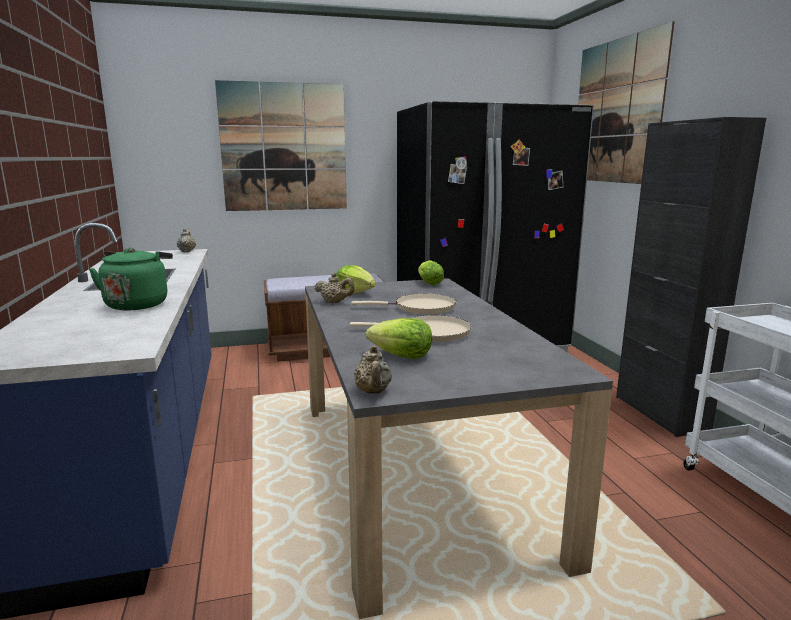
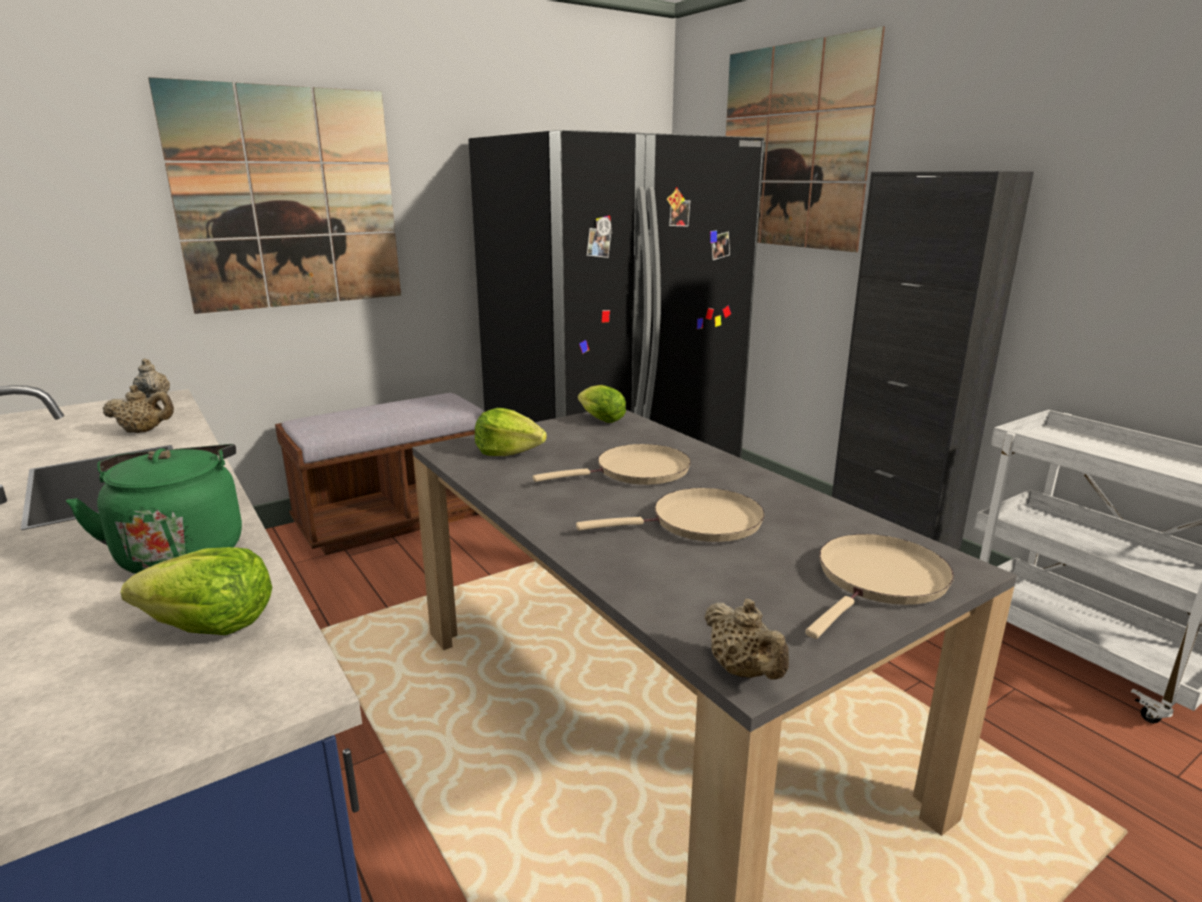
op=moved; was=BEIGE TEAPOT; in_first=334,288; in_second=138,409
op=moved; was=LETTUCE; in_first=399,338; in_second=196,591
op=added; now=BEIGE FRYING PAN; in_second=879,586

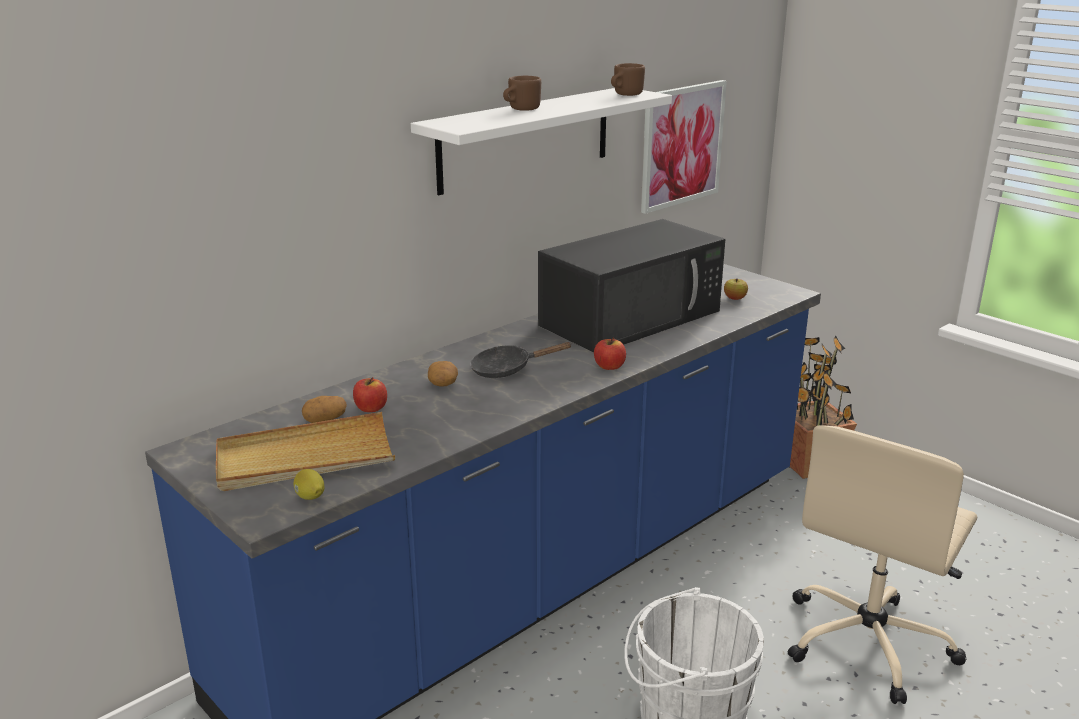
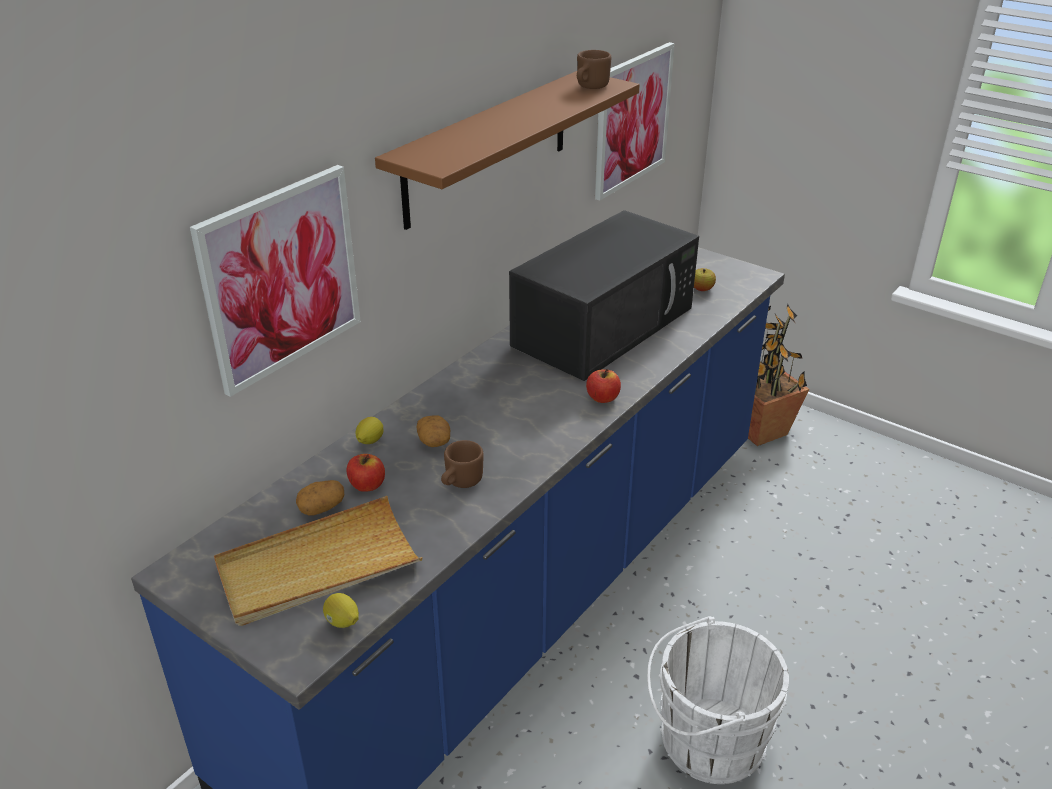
op=added; now=PICTURE; in_second=275,281
op=added; now=LEMON; in_second=369,430
op=recoloured; was=WHITE SHELF; now=BROWN SHELF; in_first=541,141; in_second=507,150
op=moved; was=BROWN MUG; in_first=522,93; in_second=462,464
op=removed; was=BLACK FRYING PAN; in_first=521,360
op=removed; was=BEIGE OFFICE CHAIR; in_first=882,565

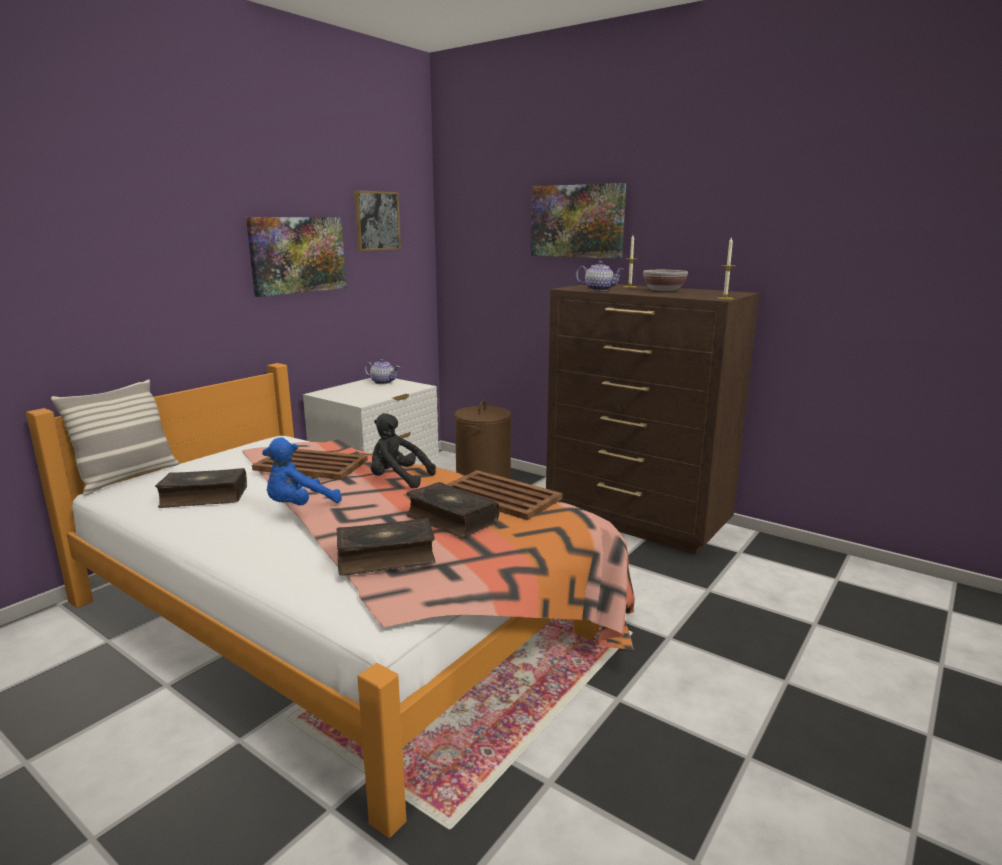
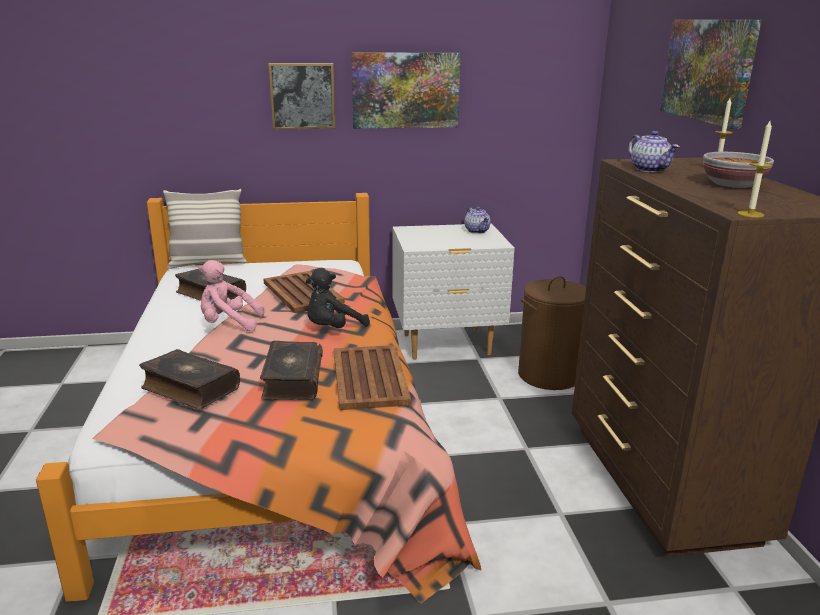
op=recoloured; was=BLUE PLUSH TOY; now=PINK PLUSH TOY; in_first=302,471; in_second=231,295
op=moved; was=PICTURE; in_first=377,220; in_second=302,96
op=turned; was=BLACK PLUSH TOY; in_first=403,450; in_second=338,298; clockwise=-105

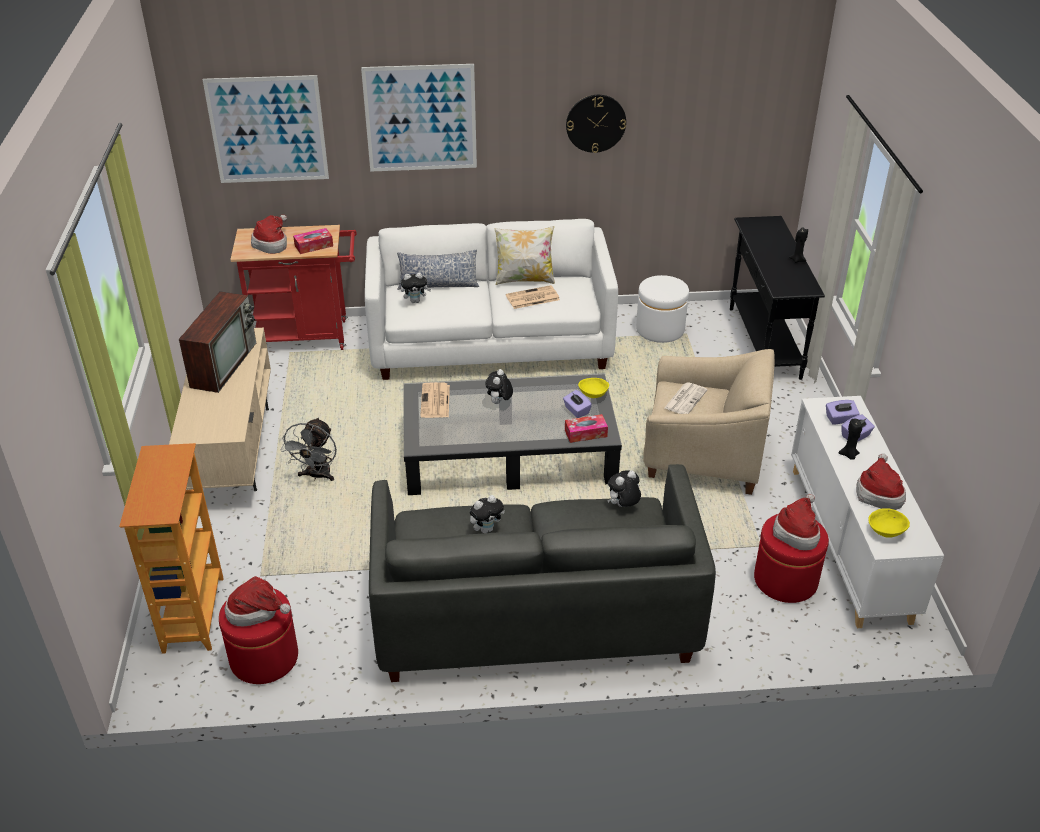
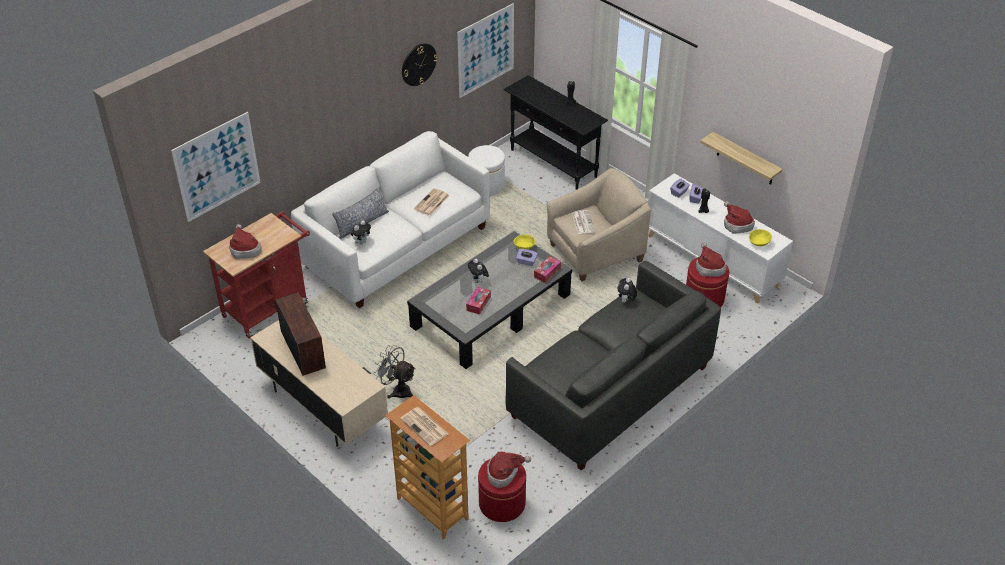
op=turned; was=GREY FAN; in_first=308,449; in_second=394,372; clockwise=150
op=moved; was=NEWSPAPER; in_first=435,400; in_second=424,426
op=moved; was=PICTURE; in_first=419,118; in_second=485,50
op=moved; was=TISSUE BOX; in_first=313,241; in_second=478,301
op=added; now=SHELF; in_second=741,158
op=removed; was=PLUSH TOY; in_first=487,514
op=removed; was=PILLOW; in_first=524,255

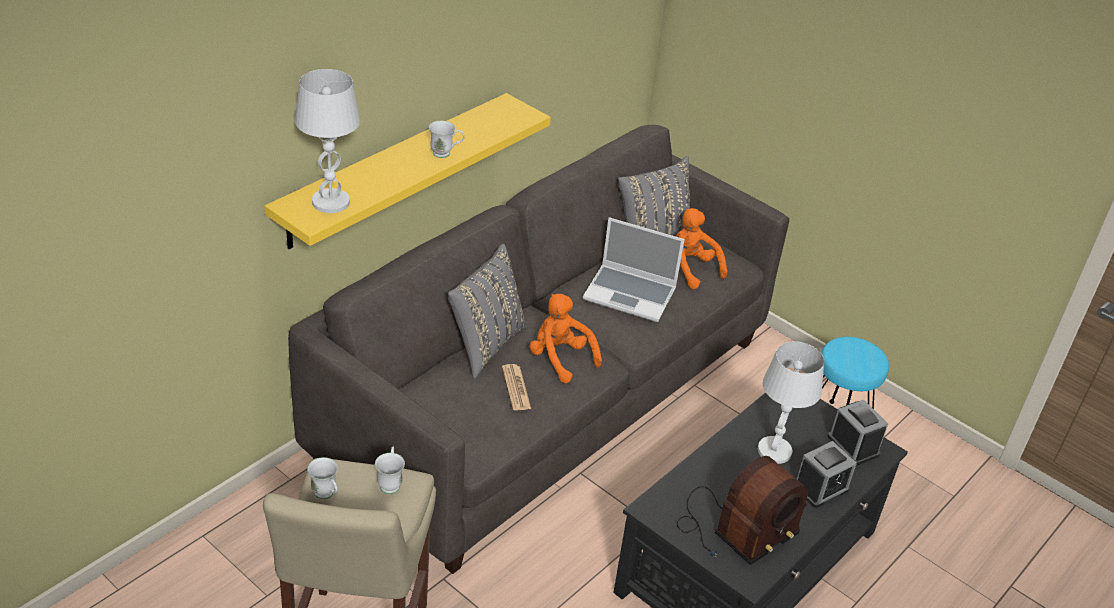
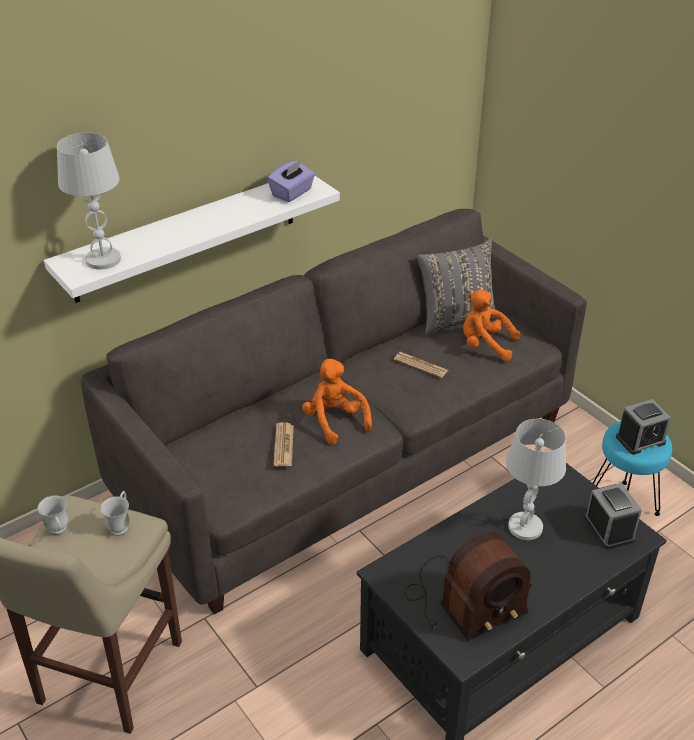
op=recoloured; was=YELLOW SHELF; now=WHITE SHELF; in_first=407,171; in_second=192,239
op=added; now=PURPLE TISSUE BOX; in_second=291,181
op=replaced; was=LAPTOP; now=NEWSPAPER; in_first=634,269; in_second=421,365
op=turned; was=ORANGE PLUSH TOY; in_first=702,248; in_second=491,325; clockwise=-45
op=moved; was=ALARM CLOCK; in_first=827,474; in_second=643,427
op=removed; was=WHITE MUG; in_first=447,139
op=removed; was=GREY PILLOW; in_first=487,311

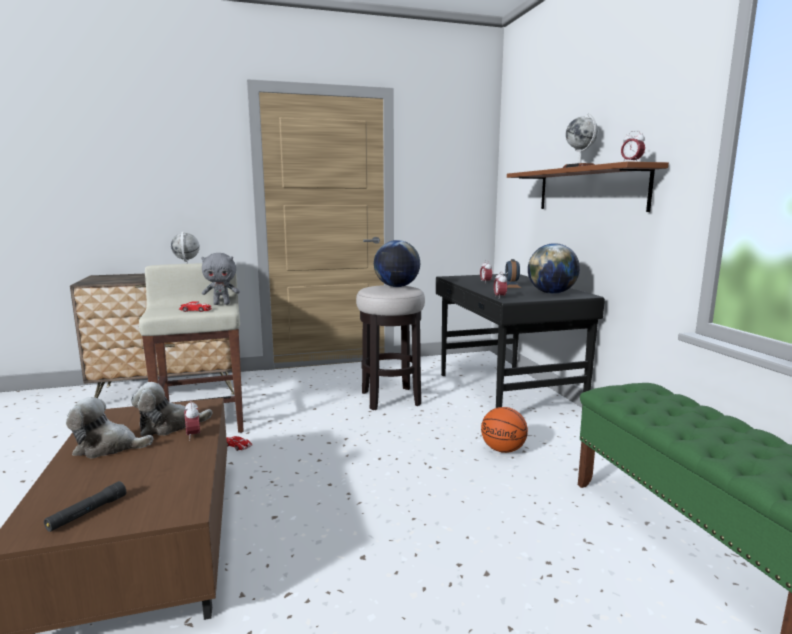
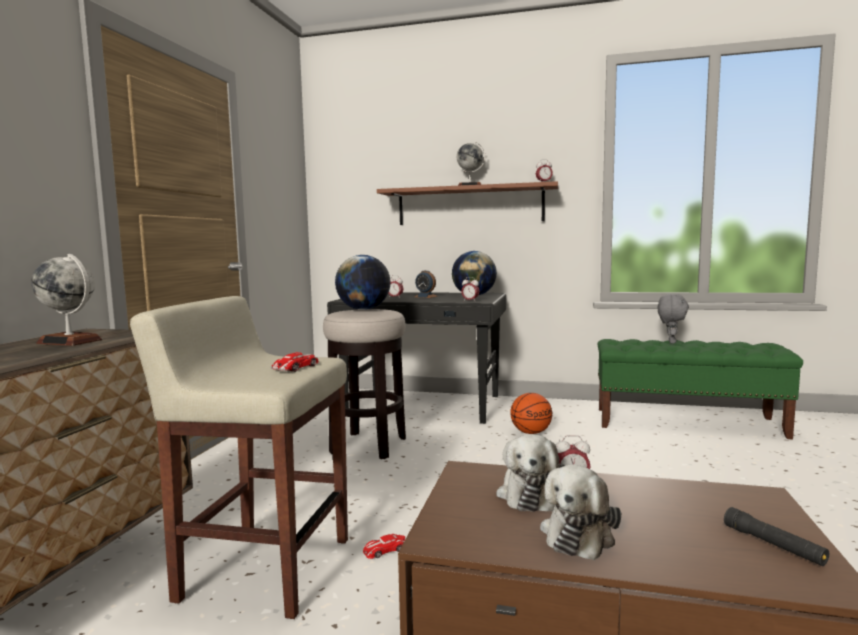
op=moved; was=GREY PLUSH TOY; in_first=220,279; in_second=673,319

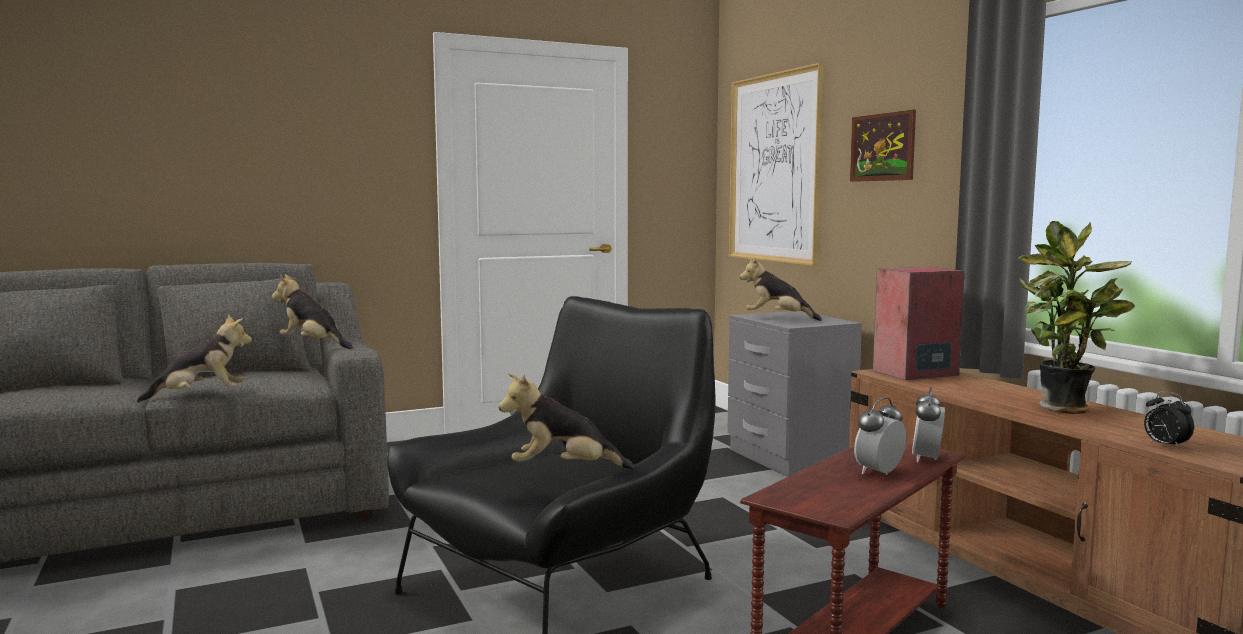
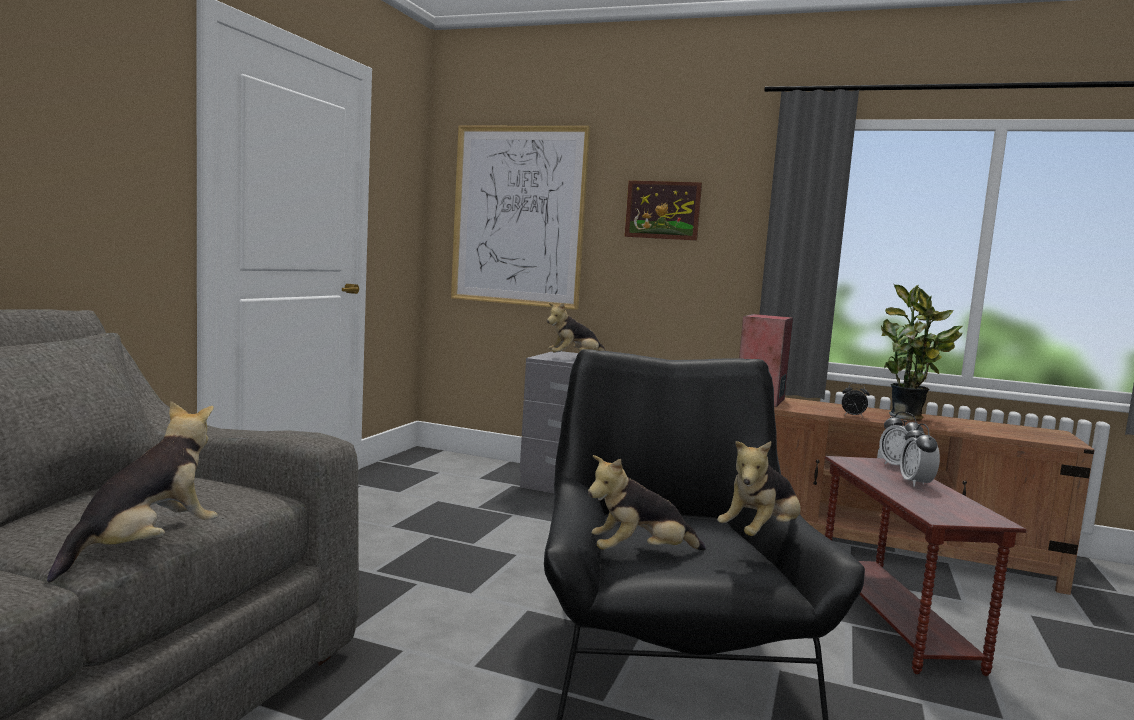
op=moved; was=PLUSH TOY; in_first=312,312; in_second=647,503
op=moved; was=ALARM CLOCK; in_first=1169,420; in_second=856,400

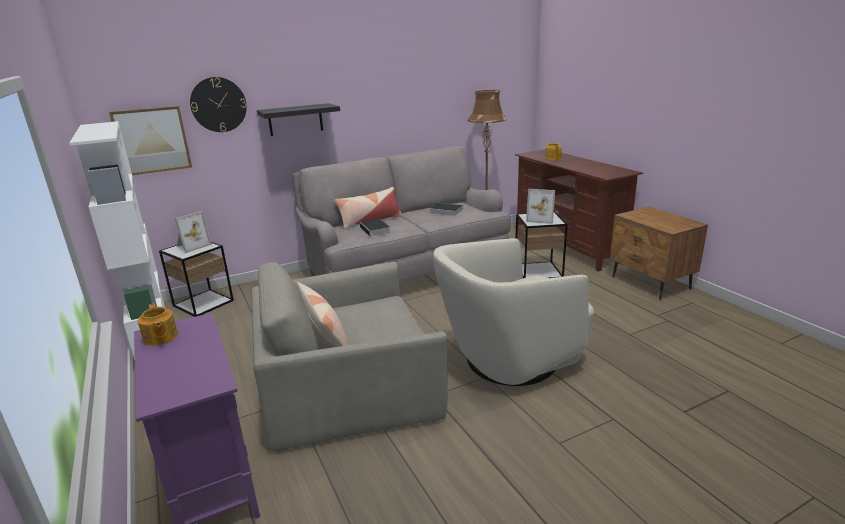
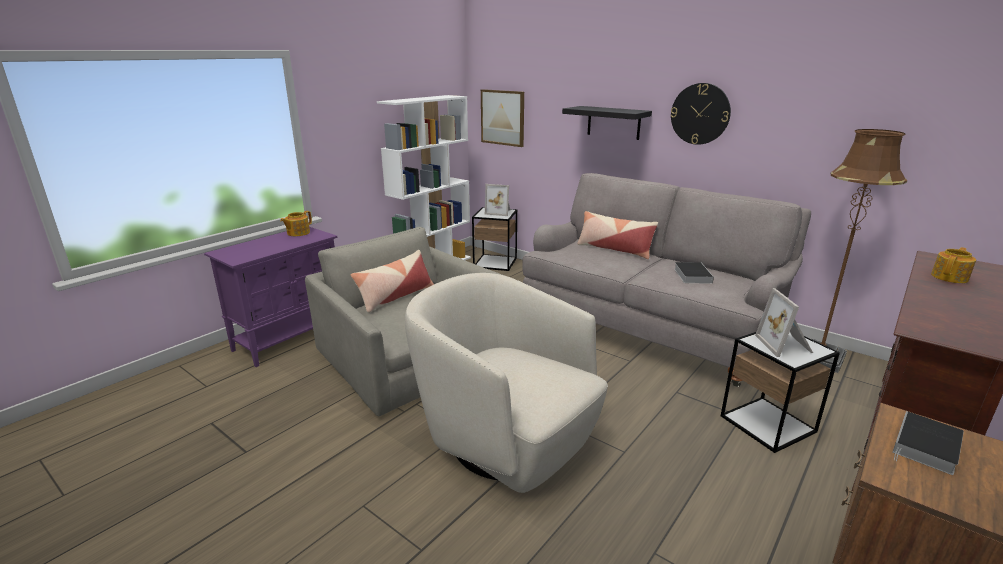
op=moved; was=WALL CLOCK; in_first=218,104; in_second=701,114
op=moved; was=BOOK; in_first=375,227; in_second=928,443

